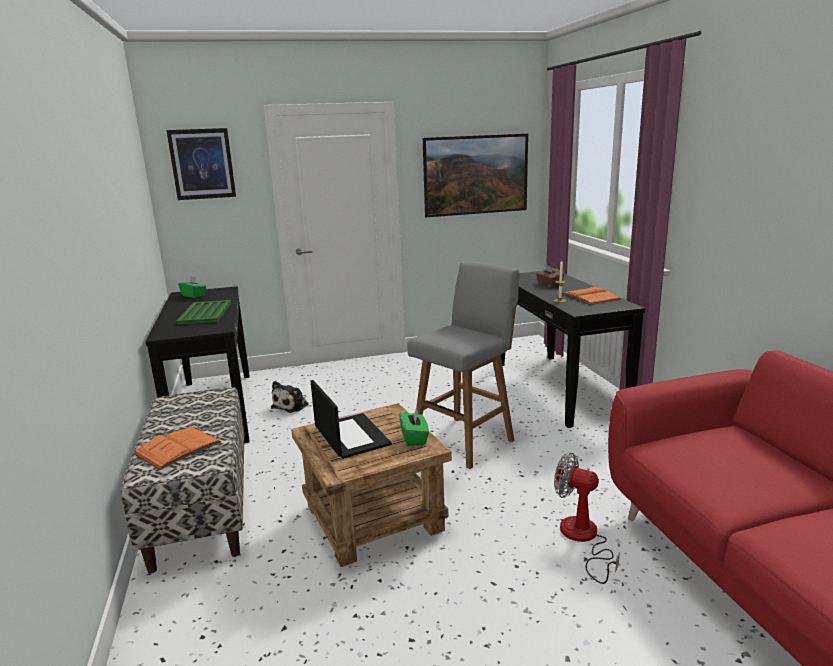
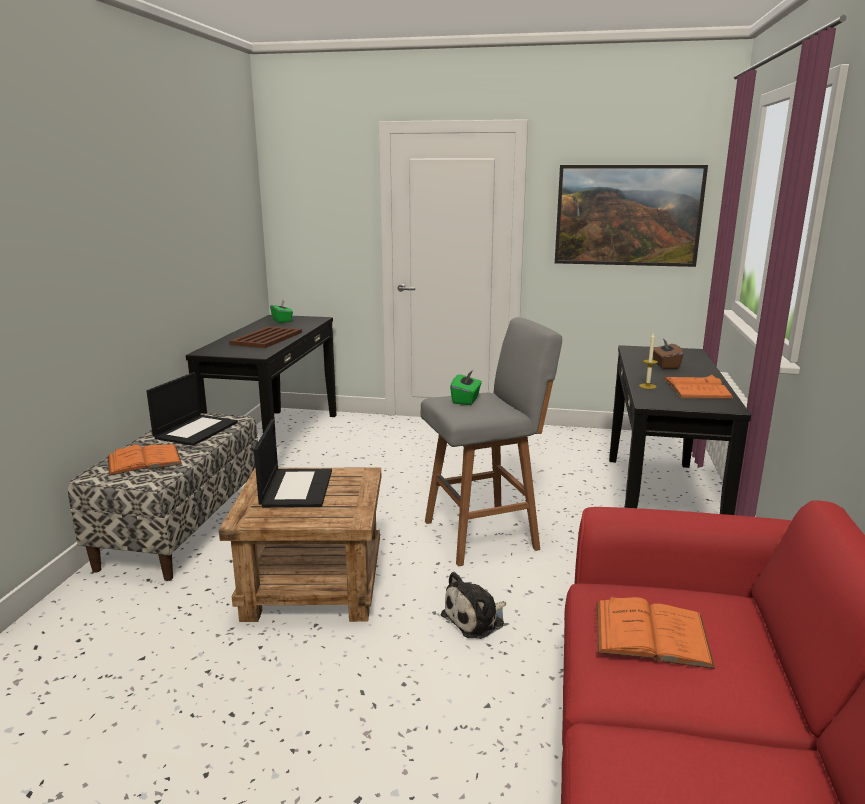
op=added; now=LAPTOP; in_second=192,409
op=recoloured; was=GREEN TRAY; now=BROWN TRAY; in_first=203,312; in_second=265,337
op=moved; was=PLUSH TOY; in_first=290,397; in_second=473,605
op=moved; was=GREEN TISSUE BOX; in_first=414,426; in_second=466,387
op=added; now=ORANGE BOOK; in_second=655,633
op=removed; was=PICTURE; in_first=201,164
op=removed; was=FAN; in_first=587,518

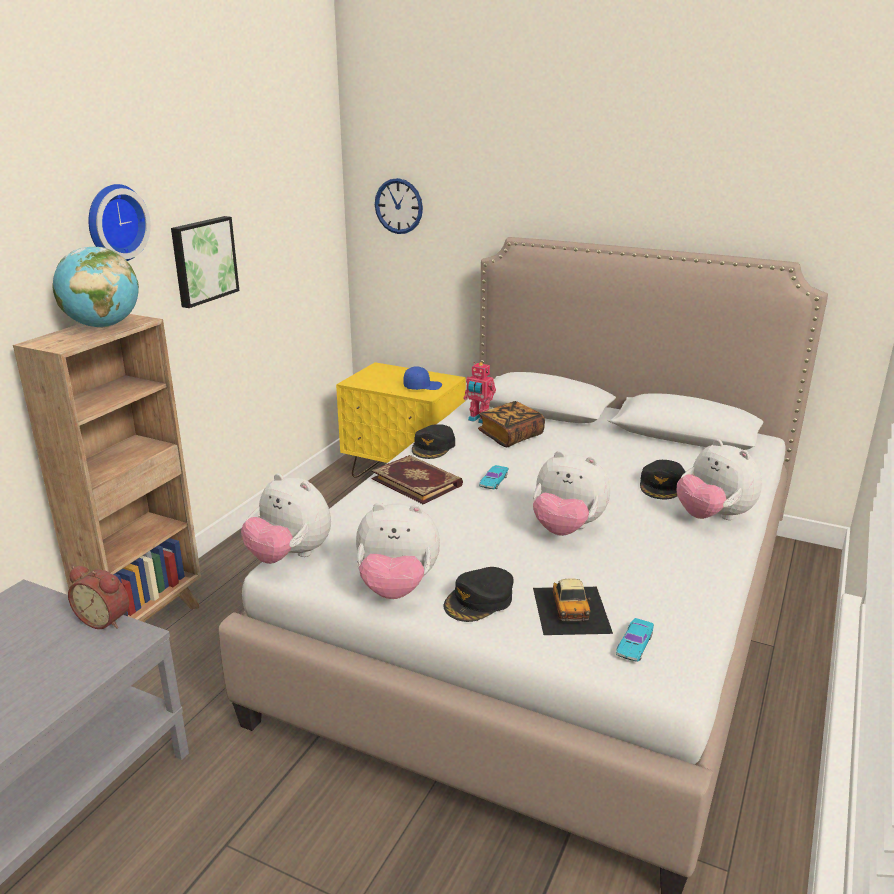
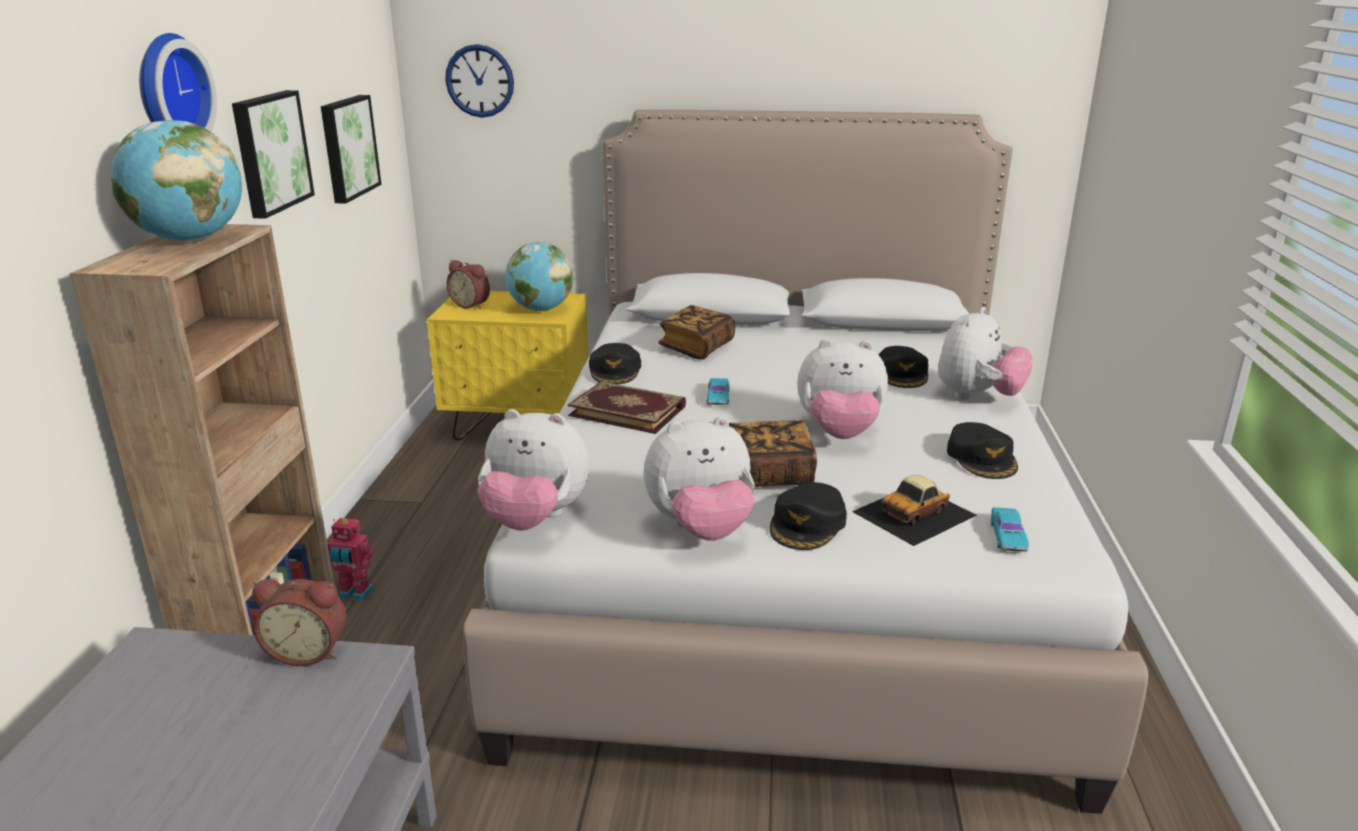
op=added; now=PICTURE; in_second=351,149
op=moved; was=TOY ROBOT; in_first=480,393; in_second=350,559
op=added; now=ALARM CLOCK; in_second=468,284
op=replaced; was=BLUE CAP; now=GLOBE; in_first=422,378; in_second=539,276
op=added; now=BOOK; in_second=773,453
op=turned; was=TOY CAR; in_first=573,606; in_second=914,510; clockwise=75
op=turned; was=PLUSH TOY; in_first=719,479; in_second=985,353; clockwise=-90
op=added; now=BLACK CAP; in_second=982,450

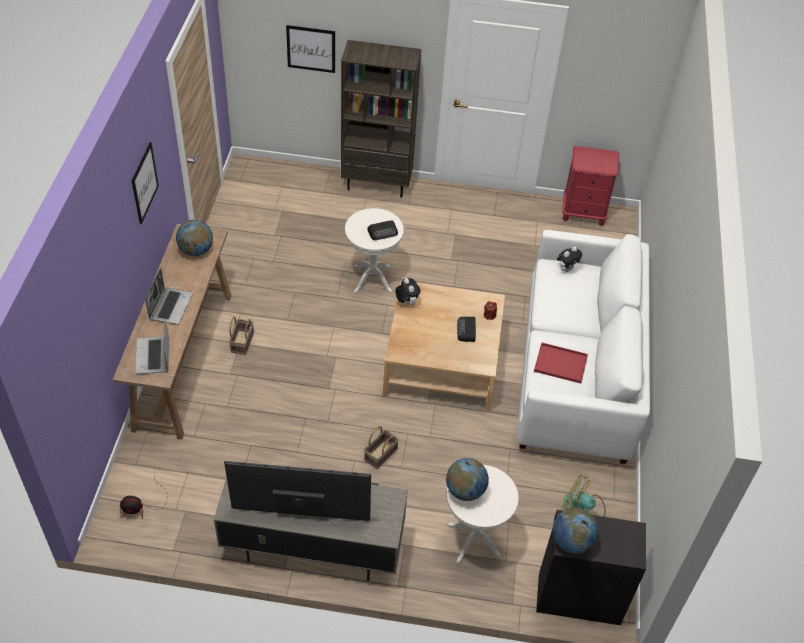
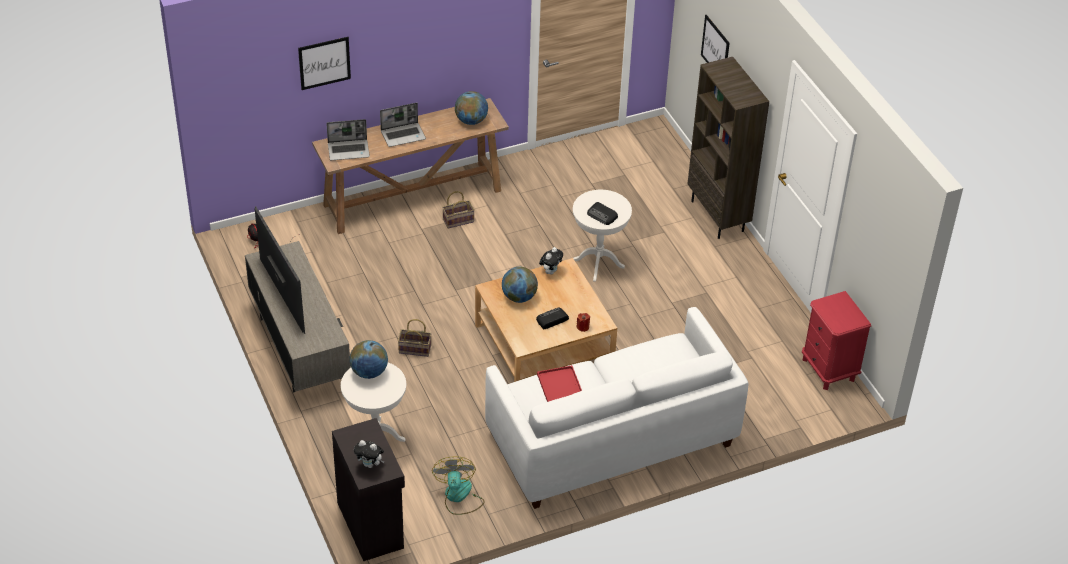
op=moved; was=PICTURE; in_first=145,183; in_second=324,63
op=turned; was=LAPTOP; in_first=152,345; in_second=348,139; clockwise=-150
op=moved; was=PLUSH TOY; in_first=569,259; in_second=369,454
op=moved; was=GLOBE; in_first=575,531; in_second=520,285

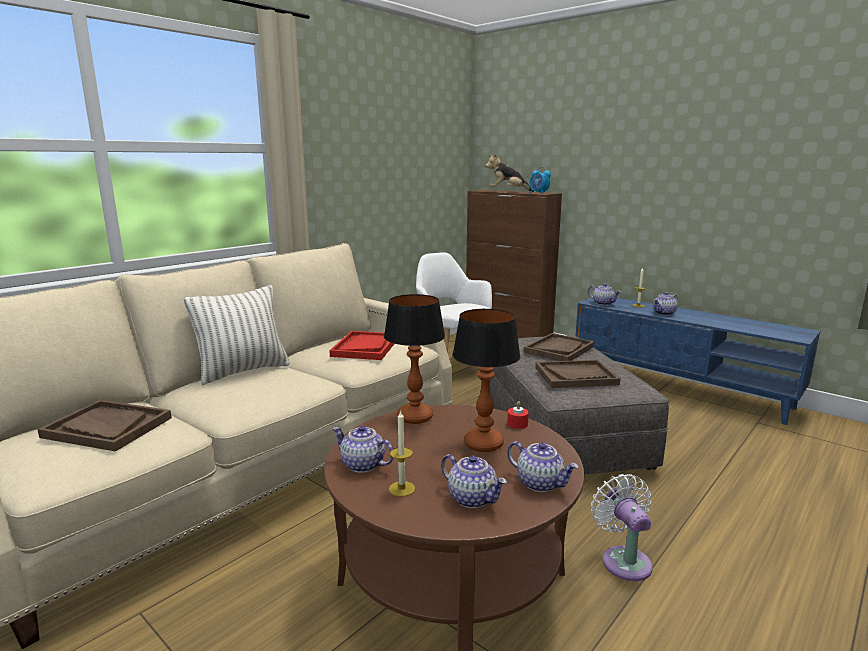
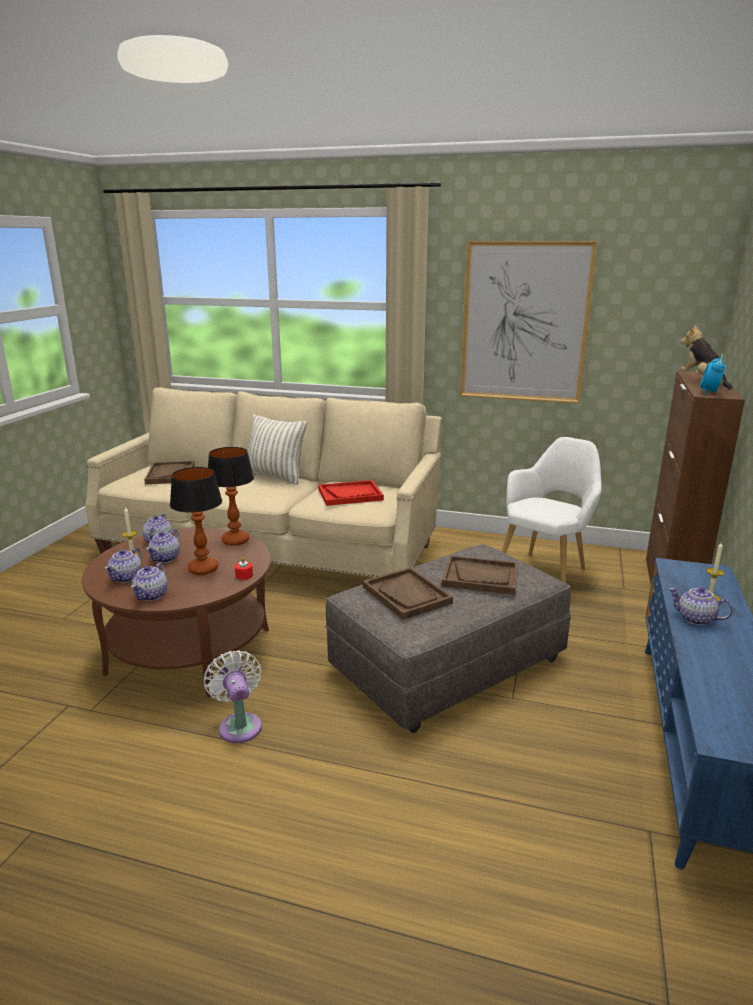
op=moved; was=TEAPOT; in_first=604,294; in_second=163,546
op=turned; was=WHITE FAN; in_first=622,527; in_second=233,696; clockwise=-75
op=added; now=PICTURE; in_second=529,322

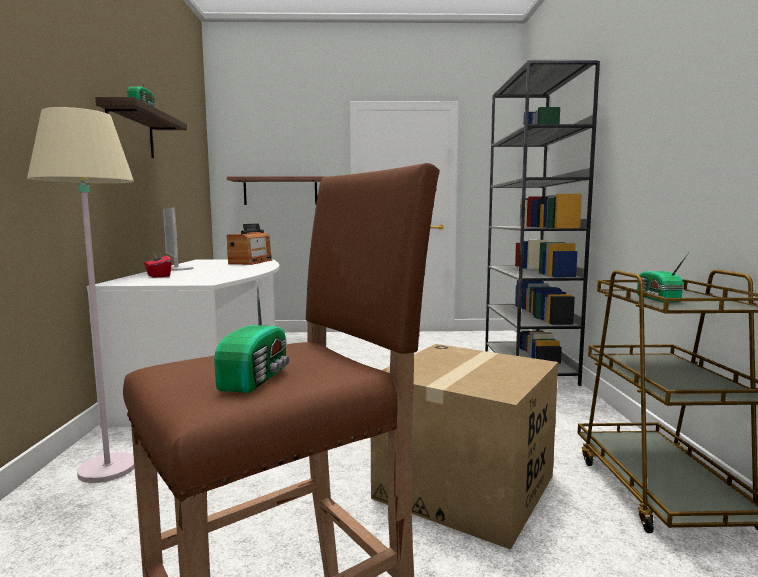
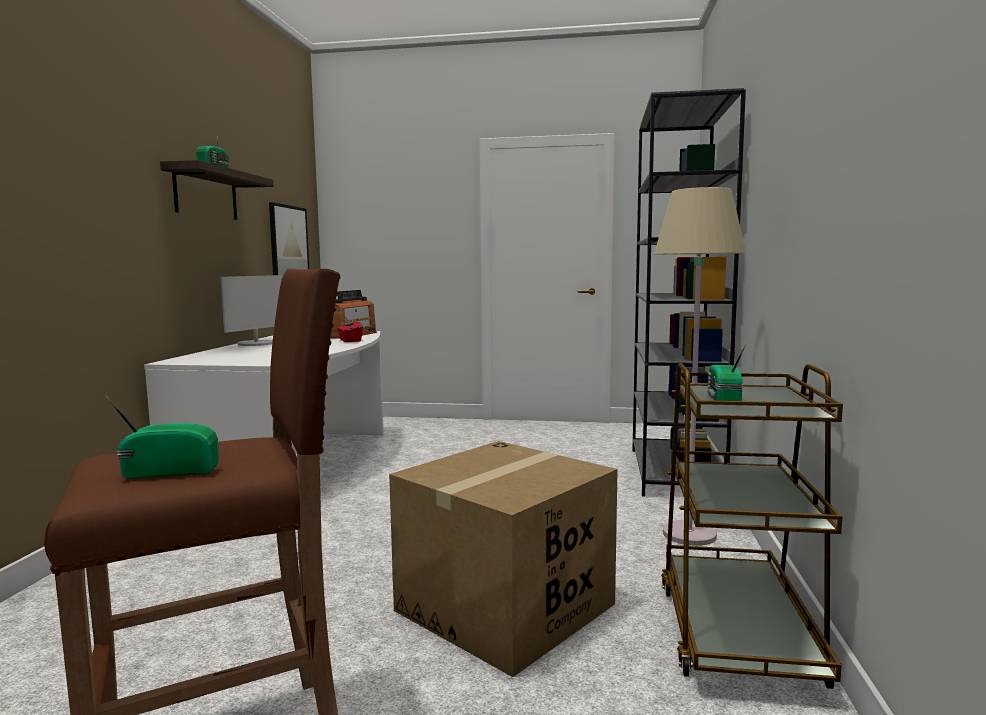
op=turned; was=RADIO; in_first=251,337; in_second=161,436; clockwise=-120
op=turned; was=MONITOR; in_first=178,239; in_second=251,310; clockwise=-135
op=added; now=PICTURE; in_second=289,238
op=moved; was=RED TISSUE BOX; in_first=158,264; in_second=350,329
op=moved; was=BEIGE FLOOR LAMP; in_first=81,295; in_second=700,366
op=removed; was=SHELF; in_first=276,190

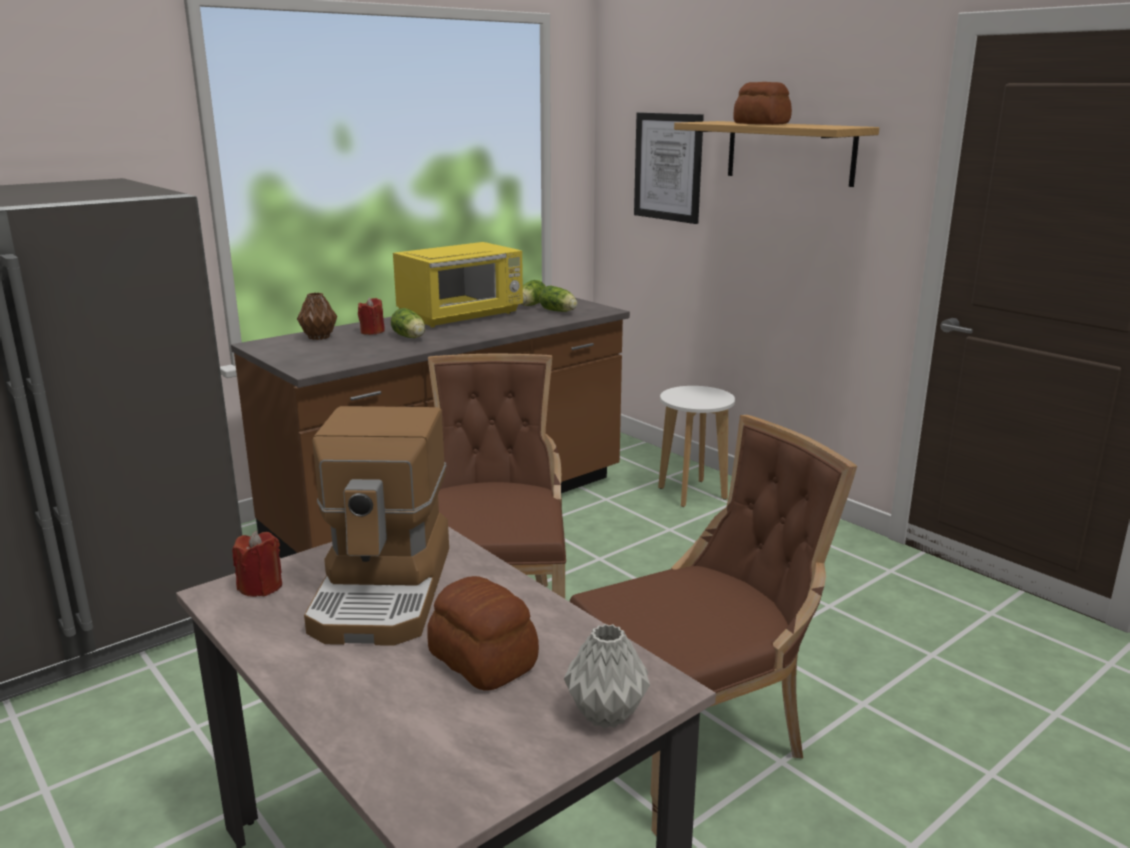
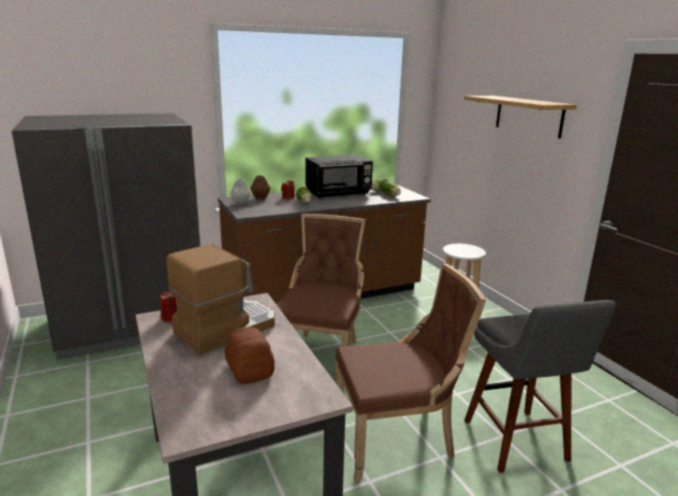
op=turned; was=COFFEE MACHINE; in_first=376,526; in_second=221,299; clockwise=-150
op=moved; was=GREY VASE; in_first=607,676; in_second=240,192
op=recoloured; was=YELLOW MICROWAVE; now=BLACK MICROWAVE; in_first=458,284; in_second=339,176
op=added; now=GREY STOOL; in_second=540,386
op=removed; was=PICTURE; in_first=669,168
op=removed; was=BREAD; in_first=762,103

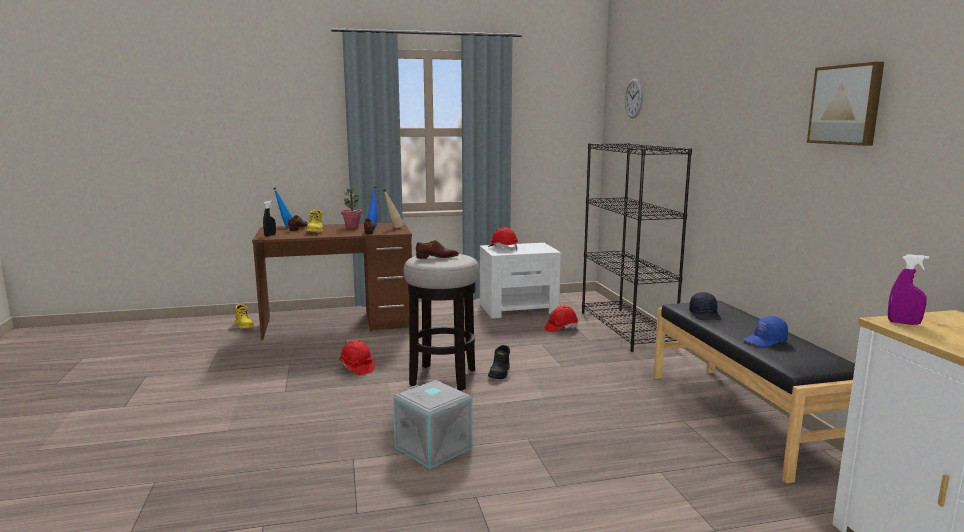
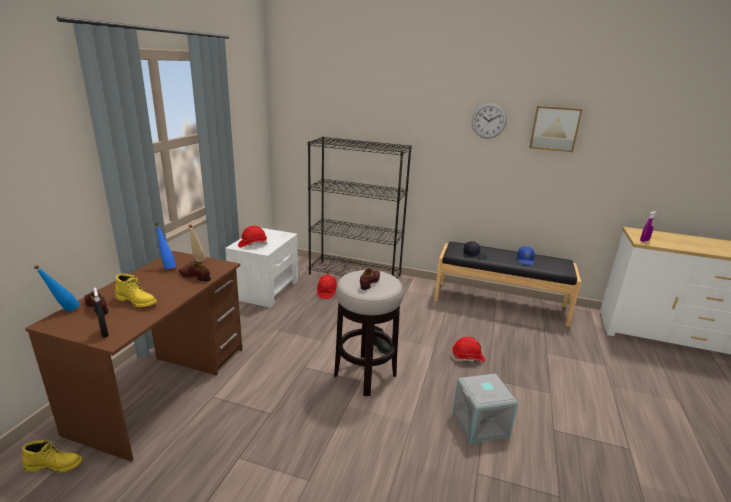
op=moved; was=RED HARD HAT; in_first=357,357; in_second=468,349
op=moved; was=WALL CLOCK; in_first=634,98; in_second=489,121
op=removed; was=POTTED PLANT; in_first=351,208

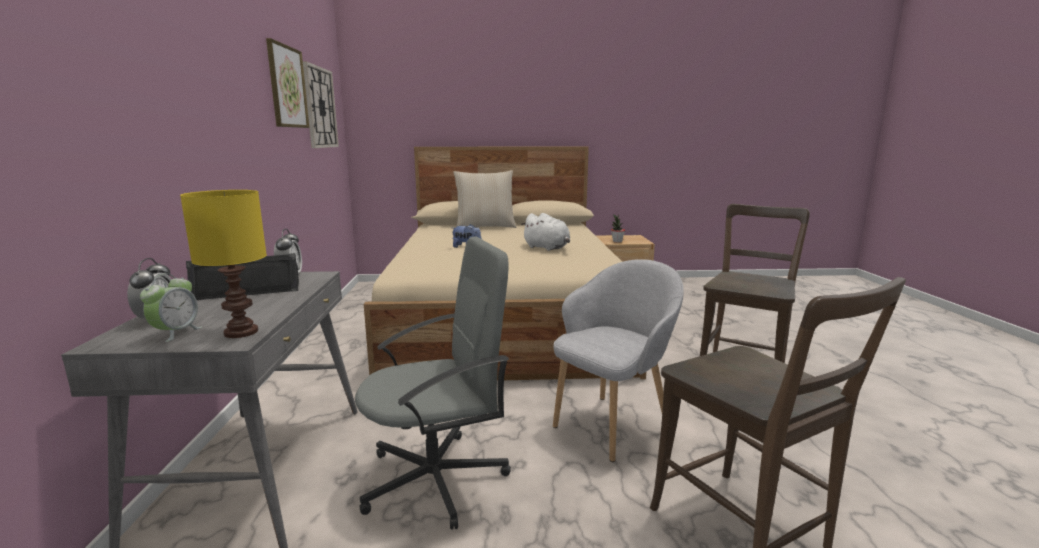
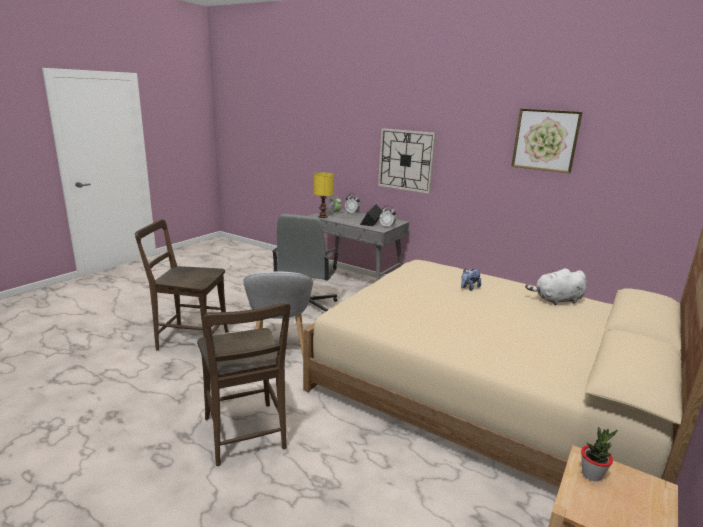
op=moved; was=WALL CLOCK; in_first=321,104; in_second=407,161
op=moved; was=WHITE PLUSH TOY; in_first=545,232; in_second=556,286
op=removed; was=BEIGE PILLOW; in_first=485,199

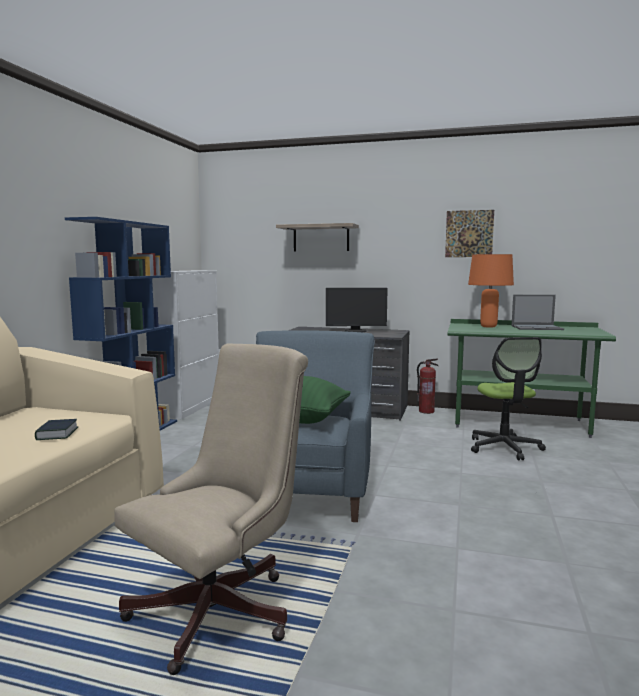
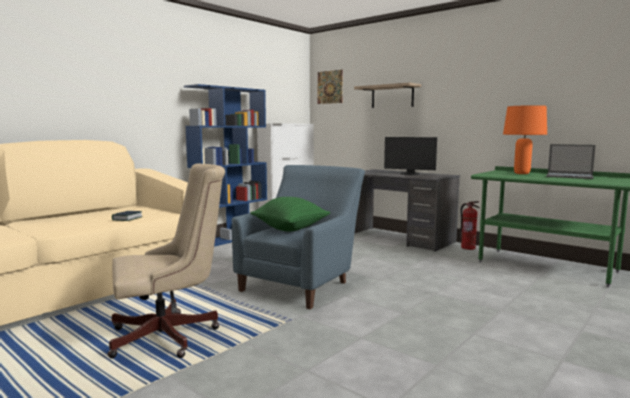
op=moved; was=PICTURE; in_first=469,233; in_second=330,87
op=removed; was=OFFICE CHAIR; in_first=508,398

